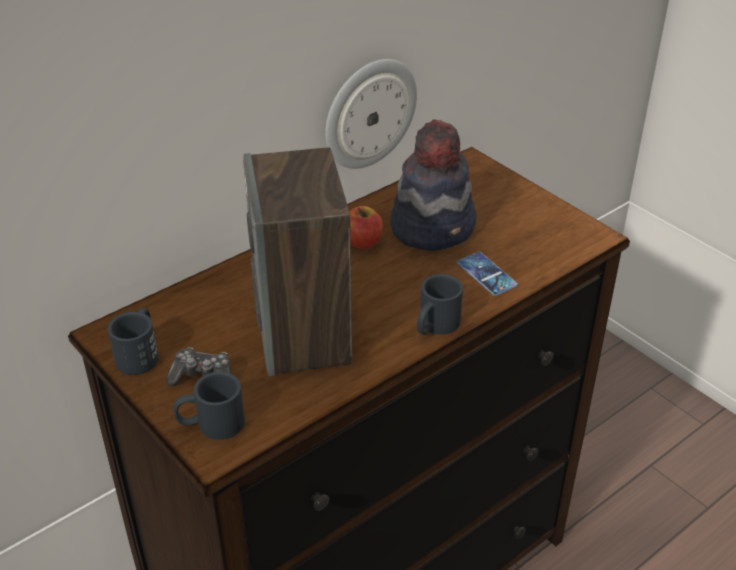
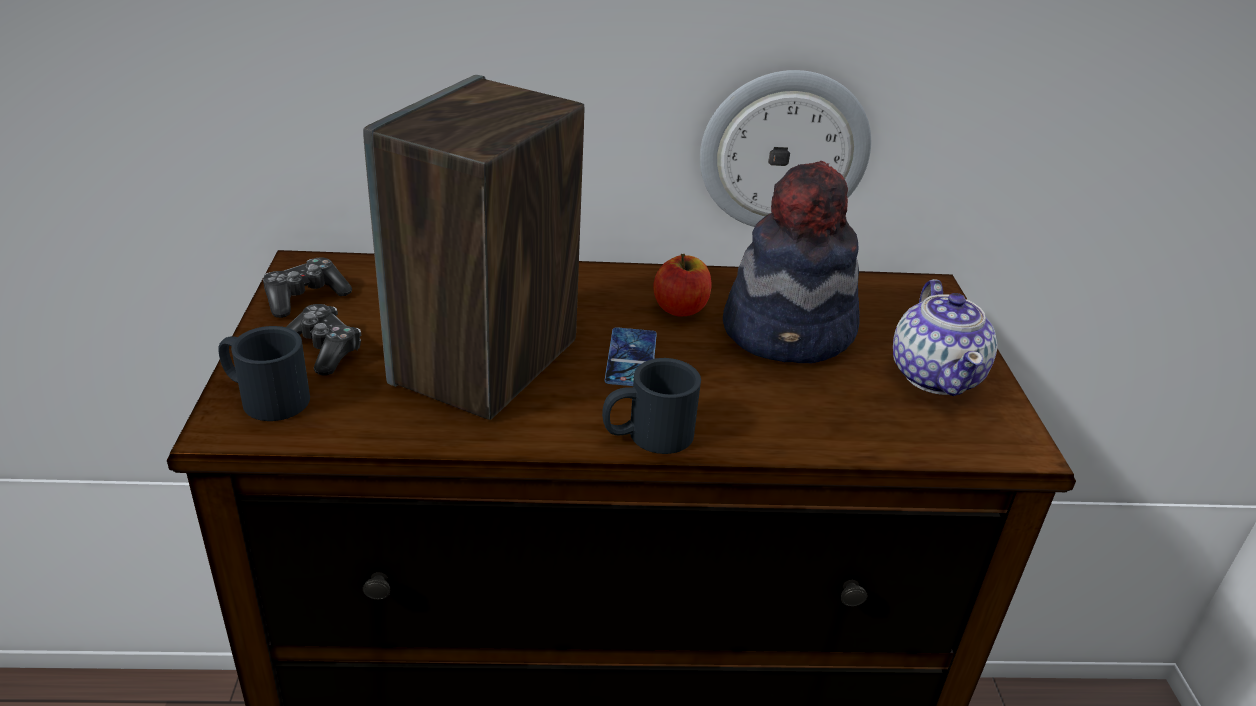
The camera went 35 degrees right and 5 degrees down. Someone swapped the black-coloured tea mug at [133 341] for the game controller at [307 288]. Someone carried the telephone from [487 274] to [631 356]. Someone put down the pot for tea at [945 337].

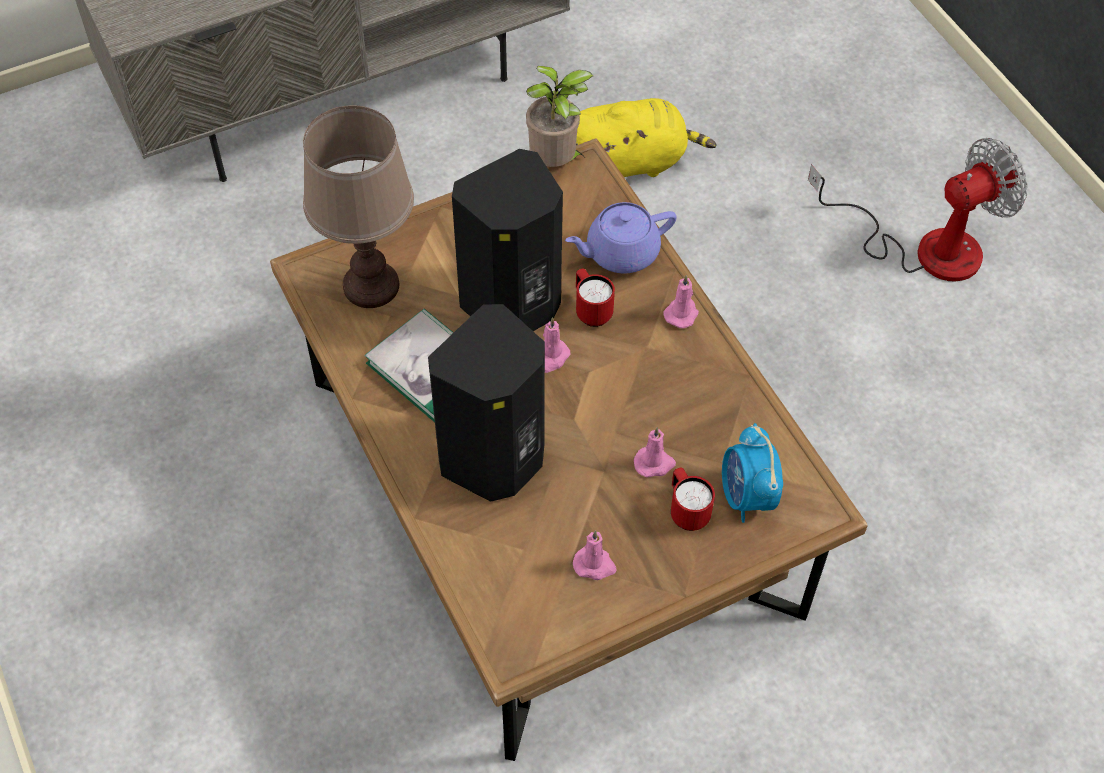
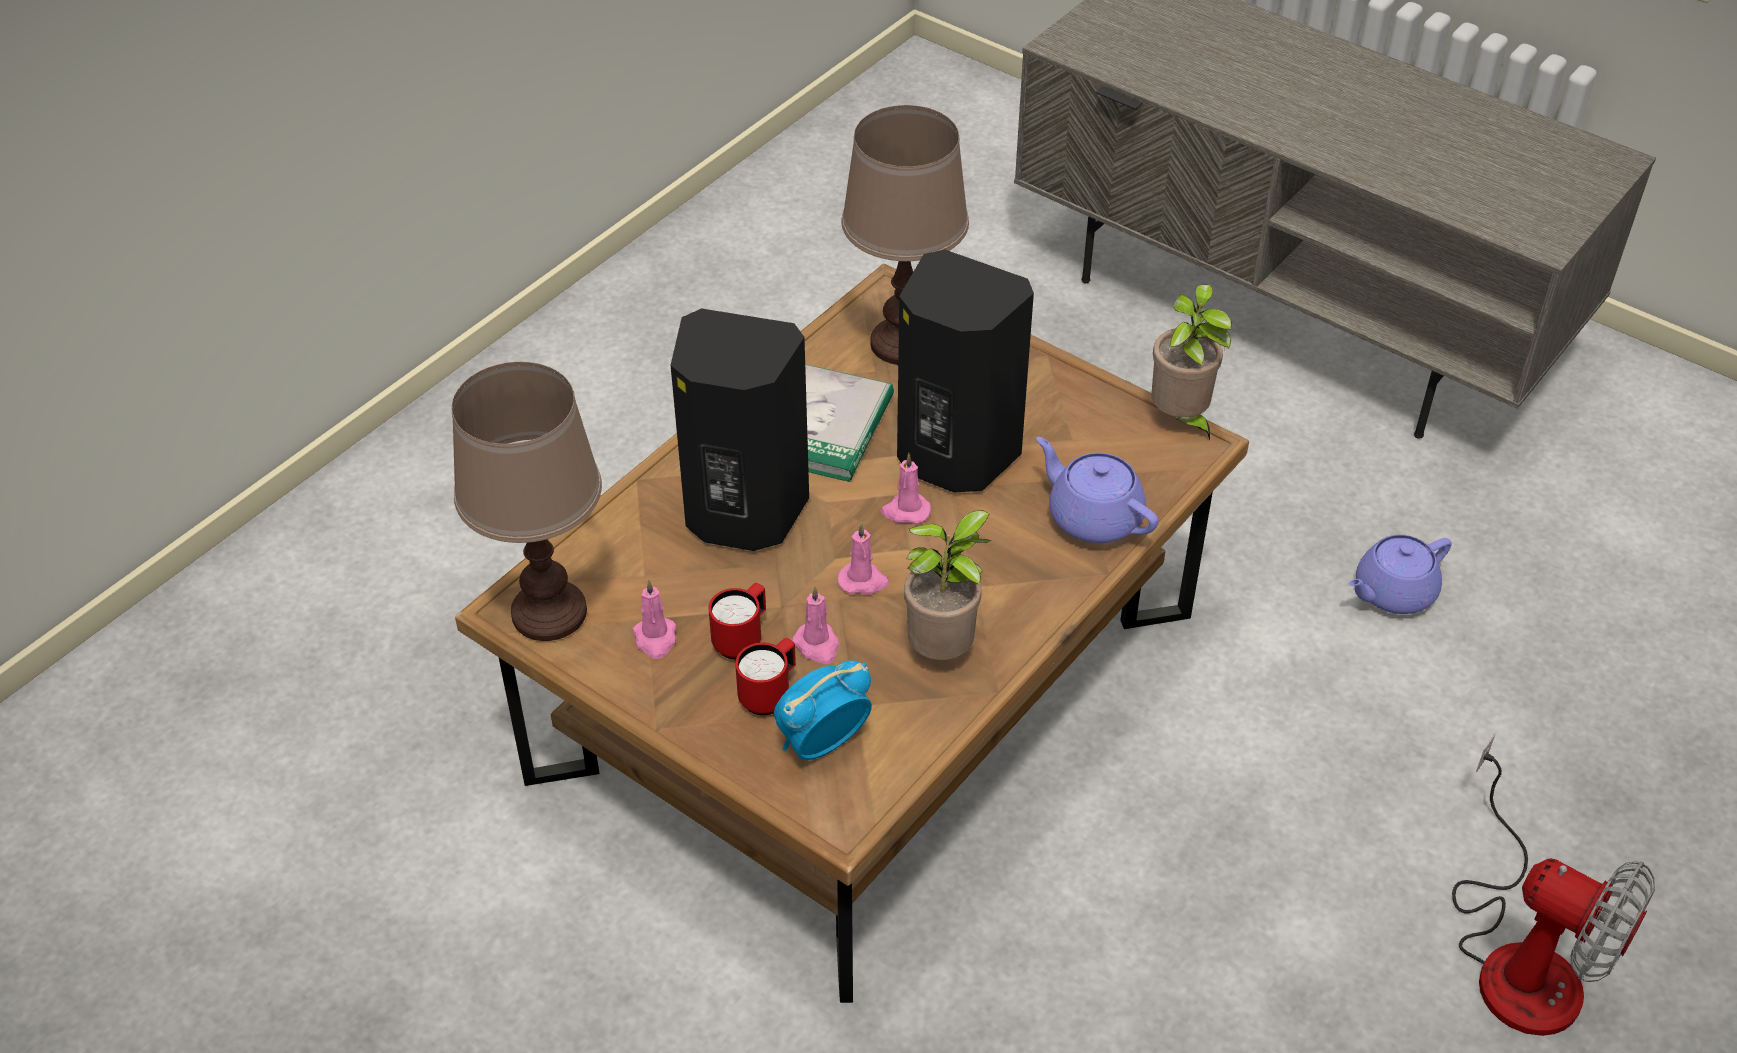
The camera went 65 degrees right and 10 degrees down. Someone swapped the yellow cuddly toy at [646 137] for the purple pot for tea at [1400 574]. Someone carried the red-coloured tea mug from [595 297] to [737 621]. Someone carried the pink candle from [681 301] to [864 559]. Someone put down the brown tabletop lamp at [527 501]. Someone put down the houseplant at [947 585].

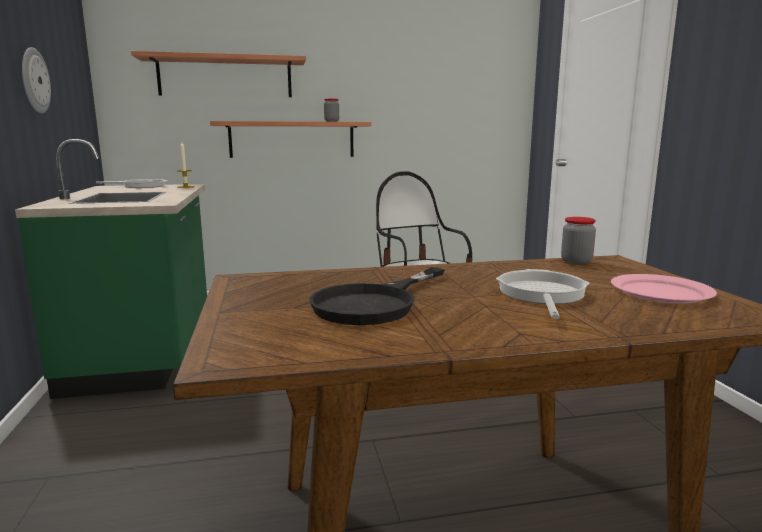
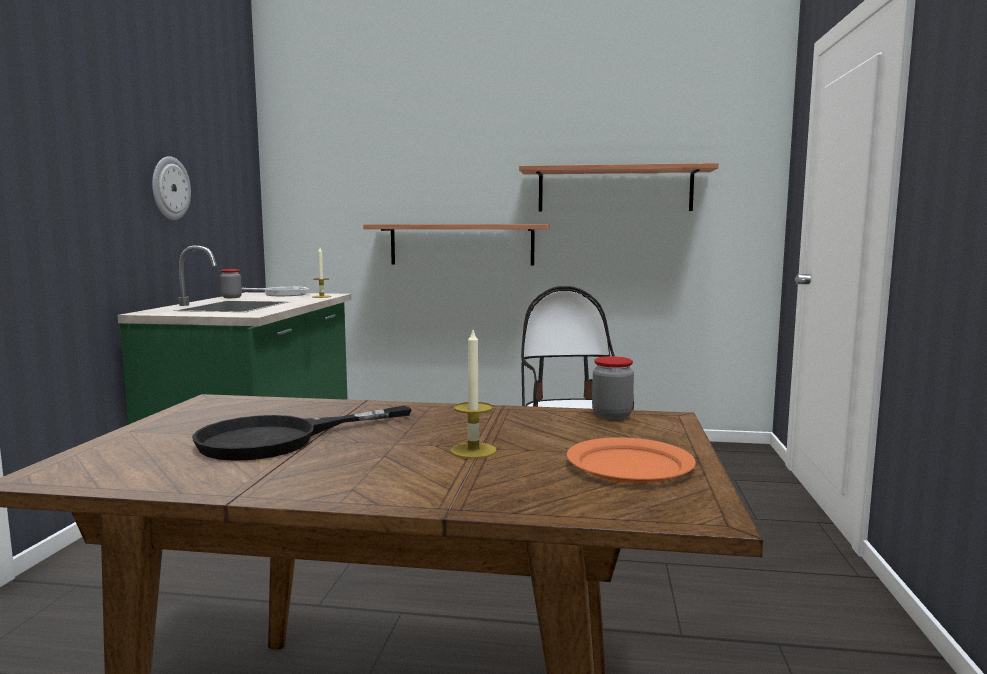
The camera went 20 degrees right and 5 degrees down. Someone carried the shelf from [218 74] to [619 187]. Someone carried the jar from [331 110] to [231 283]. Someone swapped the pan at [542 294] for the candle at [474 394]. Someone repainted the pink flat dish at [664 289], which became the orange flat dish at [631 460].

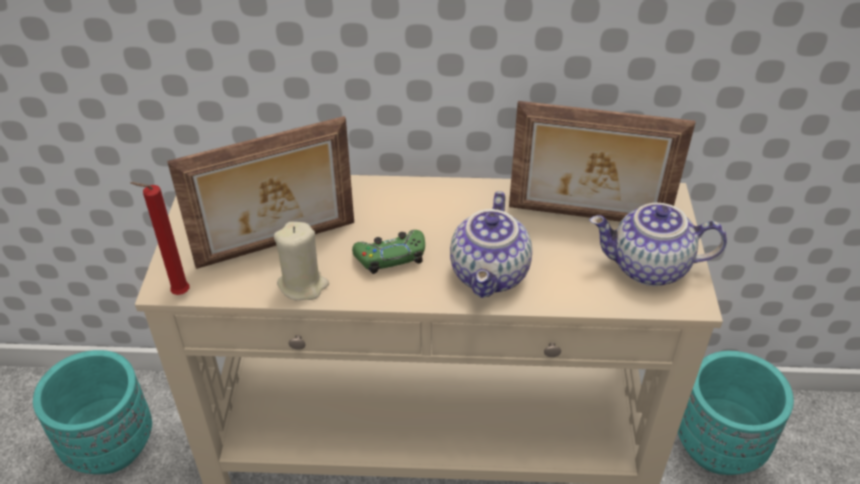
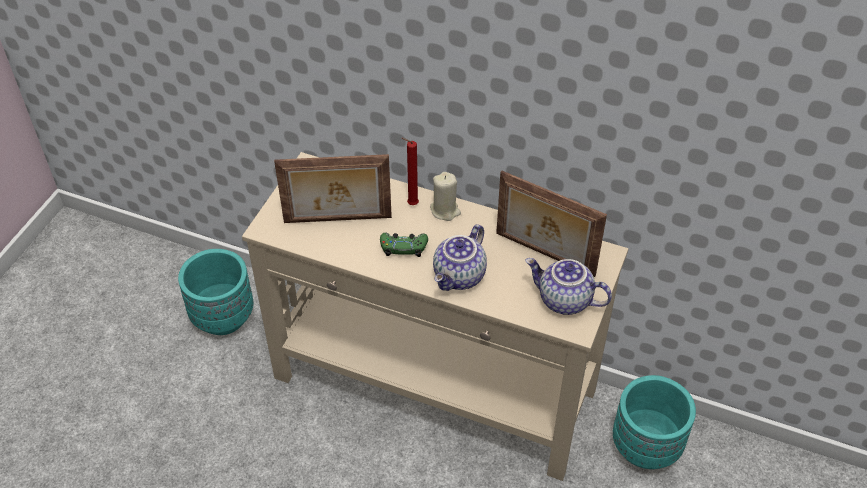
The camera went 20 degrees right and 5 degrees up. Someone carried the red-coloured candle from [159 238] to [410 171]. Someone carried the beige-coloured candle from [301 261] to [445 196].

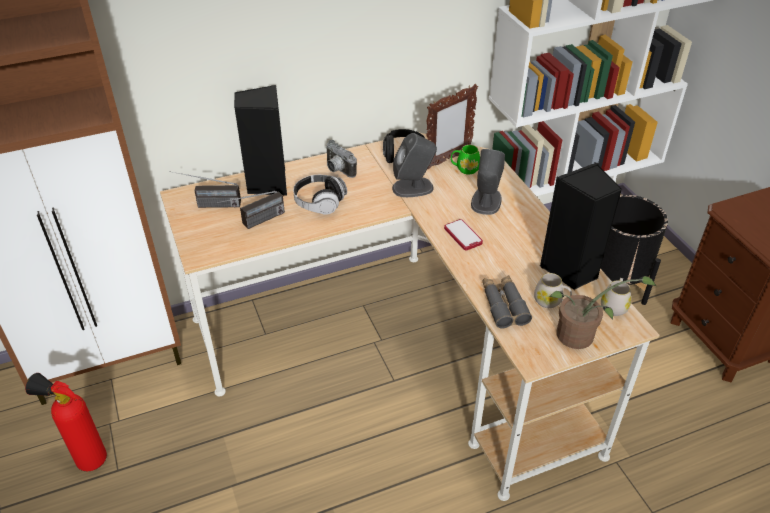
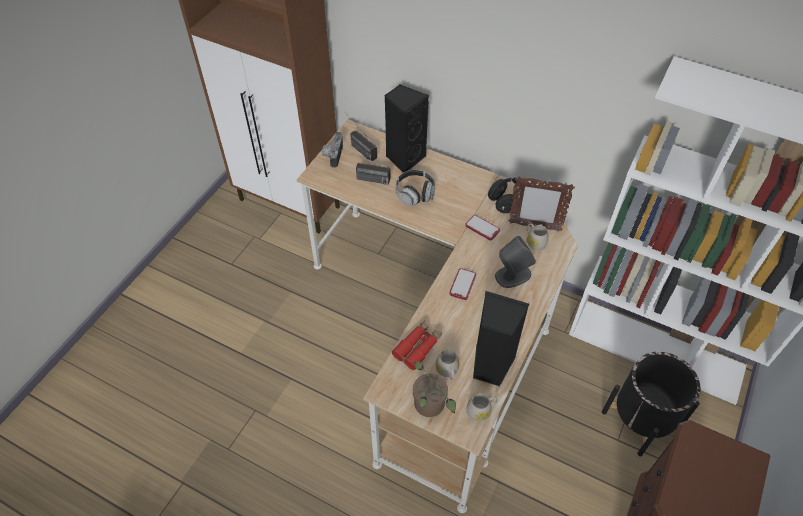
The camera went 50 degrees right and 10 degrees up. Someone took away the fire-fighting cylinder at [66 422]. Someone carried the photo camera from [341 159] to [332 150]. Someone swapped the gray audio speaker at [414 165] for the telephone at [482 228]. Someone repainted the green tea mug at [465 160], which became the white tea mug at [538 236]. Someone repainted the gray binoculars at [507 302], which became the red-coloured binoculars at [417 345].

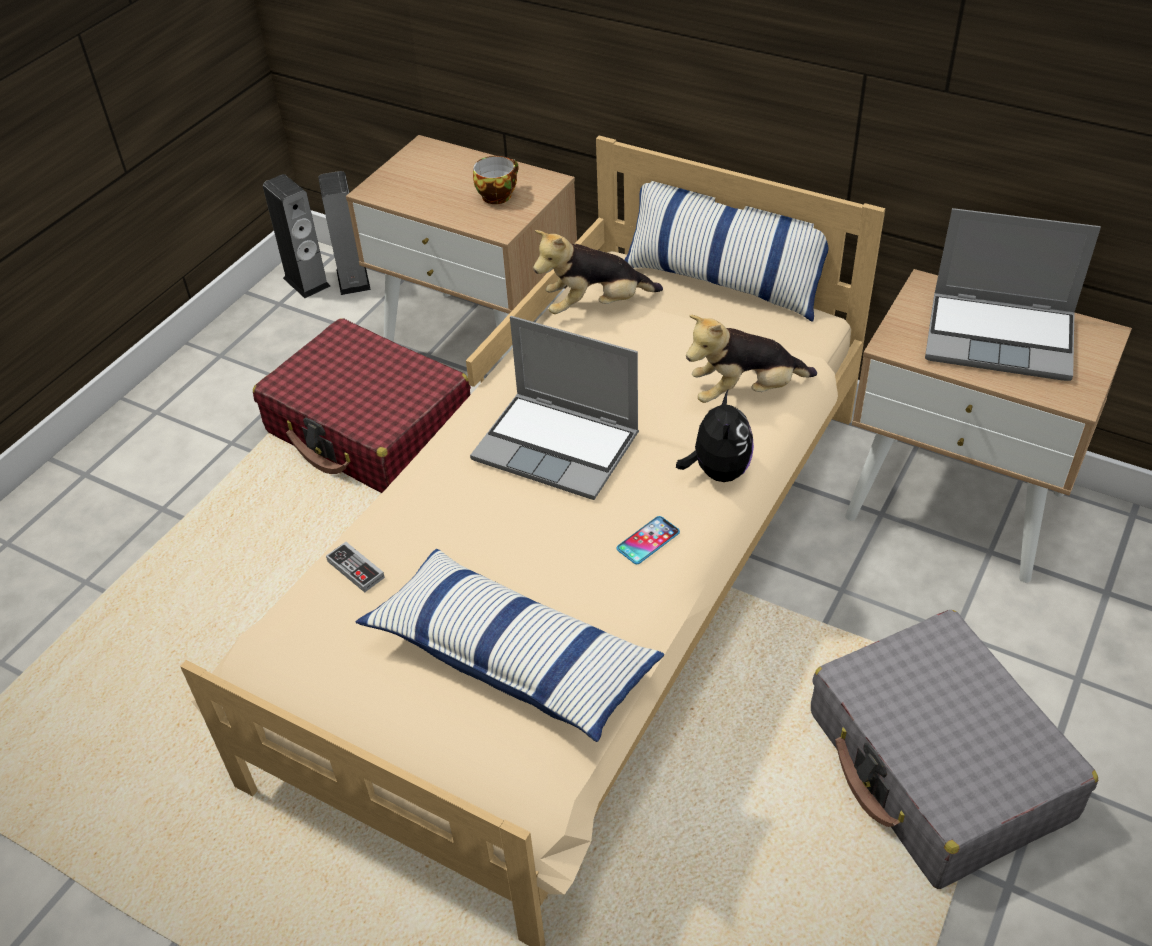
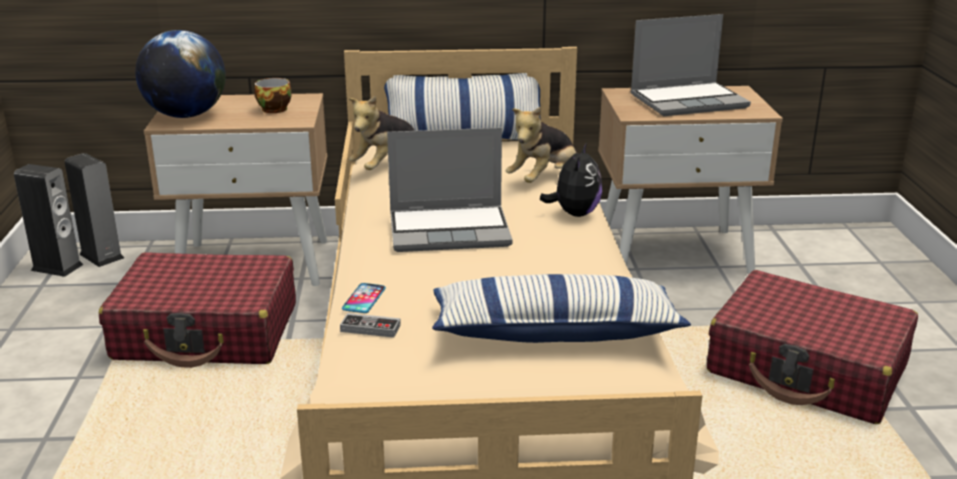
The camera went 35 degrees left and 20 degrees down. Someone carried the telephone from [648 540] to [364 298]. Someone rotated the cuddly toy at [715 436] by 45 degrees clockwise. Someone repainted the gray piece of luggage at [954 749], which became the red-coloured piece of luggage at [812 347]. Someone put down the globe at [180 74].

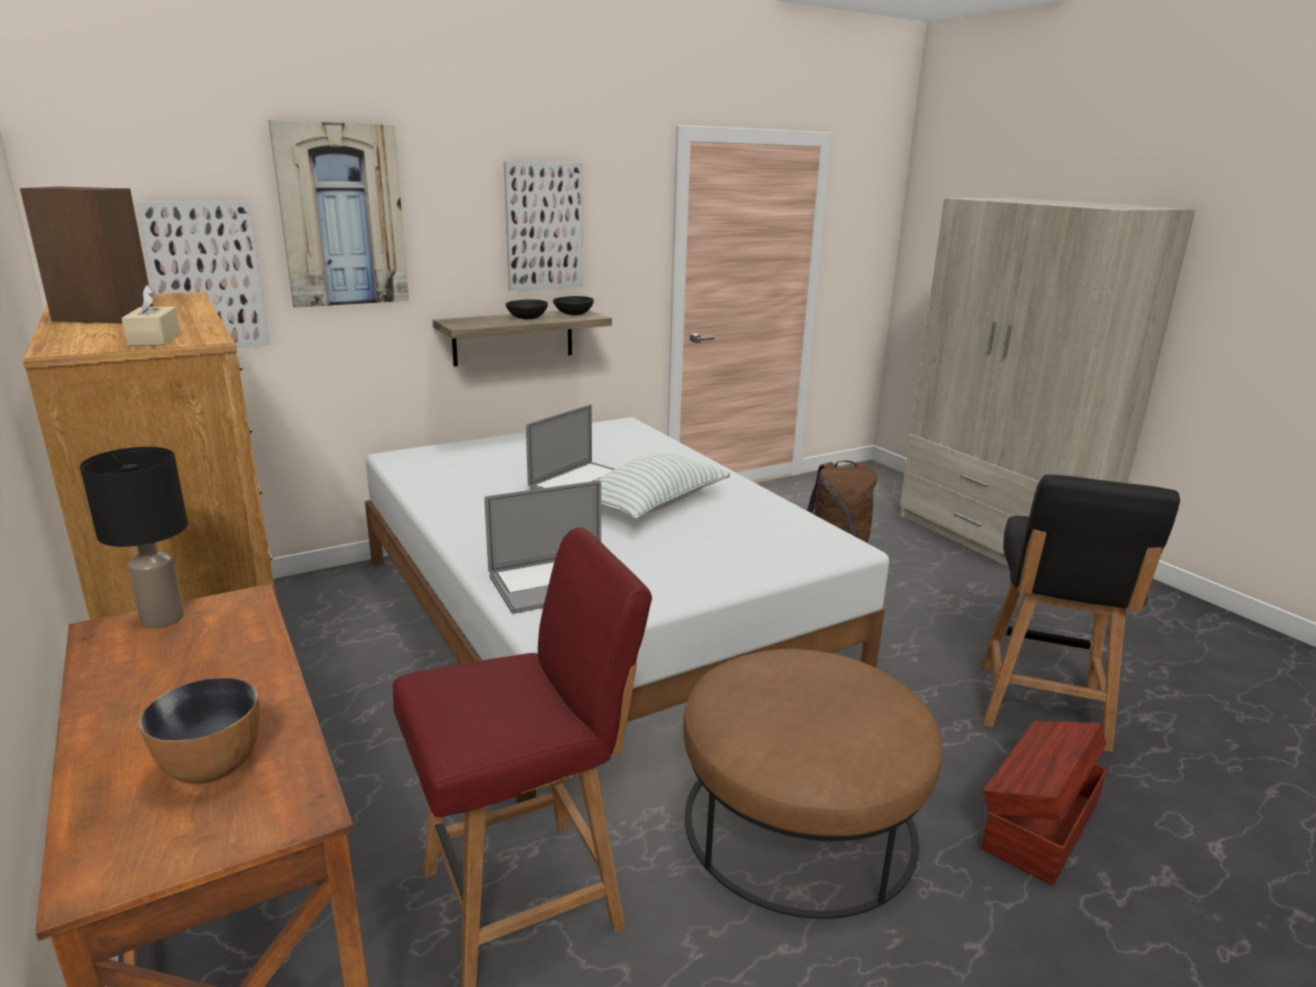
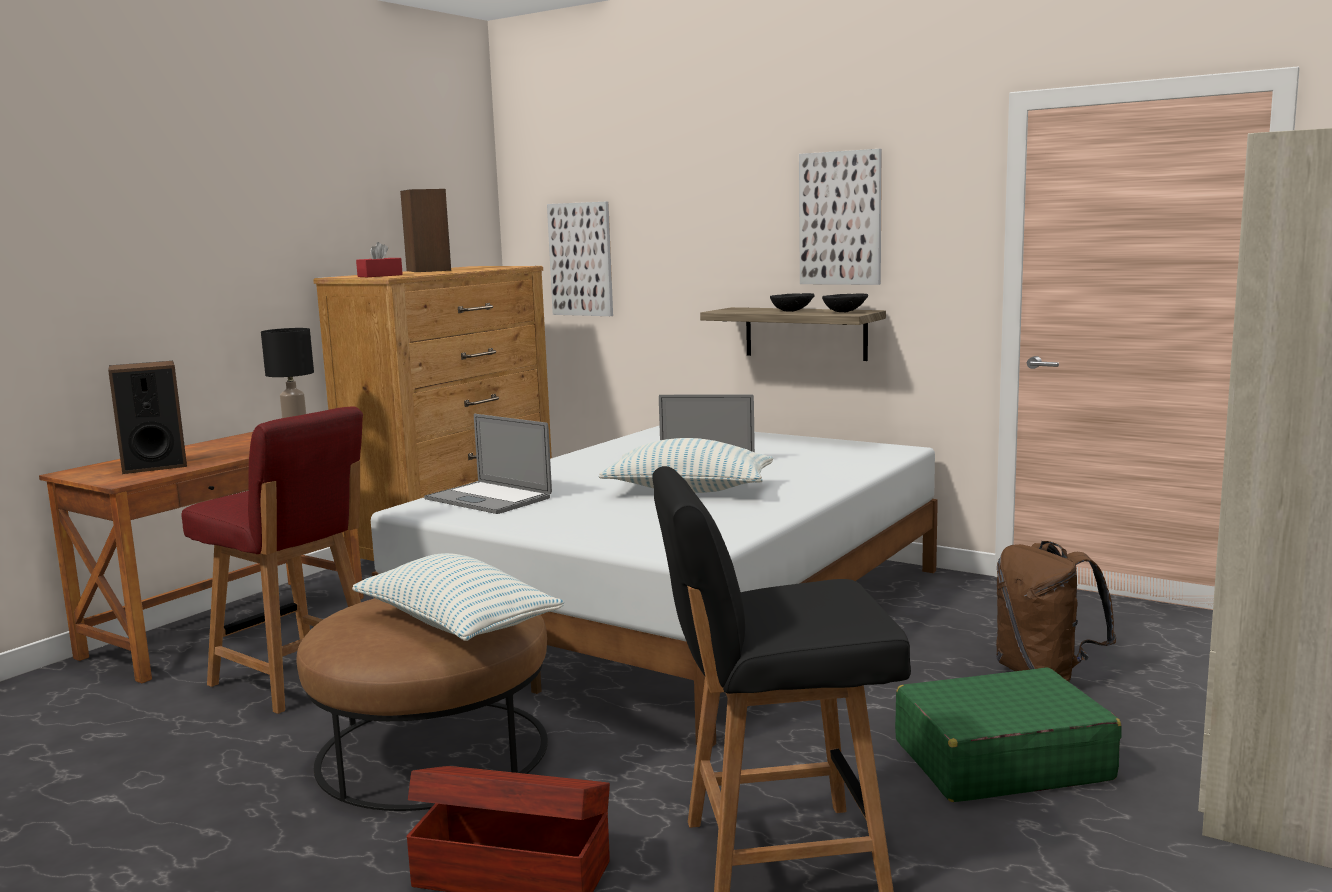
The camera went 65 degrees right and 10 degrees down. Someone repainted the beige-coloured box of tissues at [150 315], which became the red-coloured box of tissues at [379 259]. Someone swapped the bowl at [199 730] for the audio speaker at [147 417]. Someone took away the picture at [338 214]. Someone put down the throw pillow at [458 597]. Someone put down the green piece of luggage at [1008 734].

